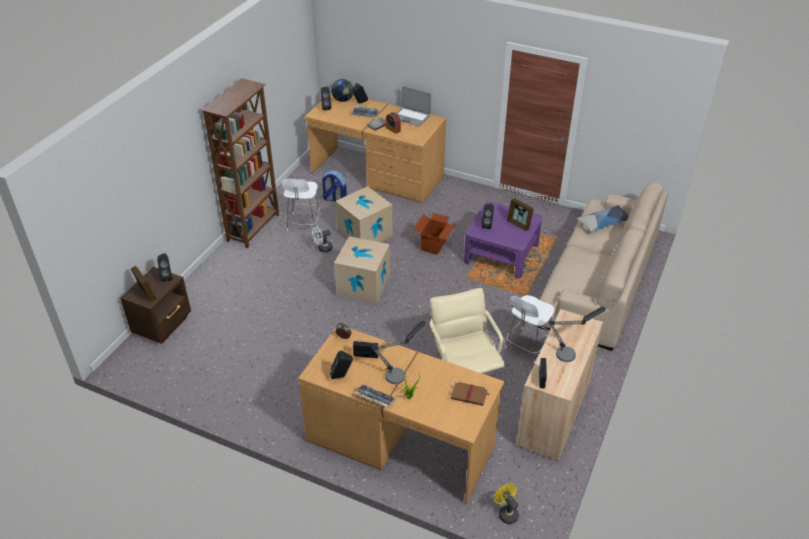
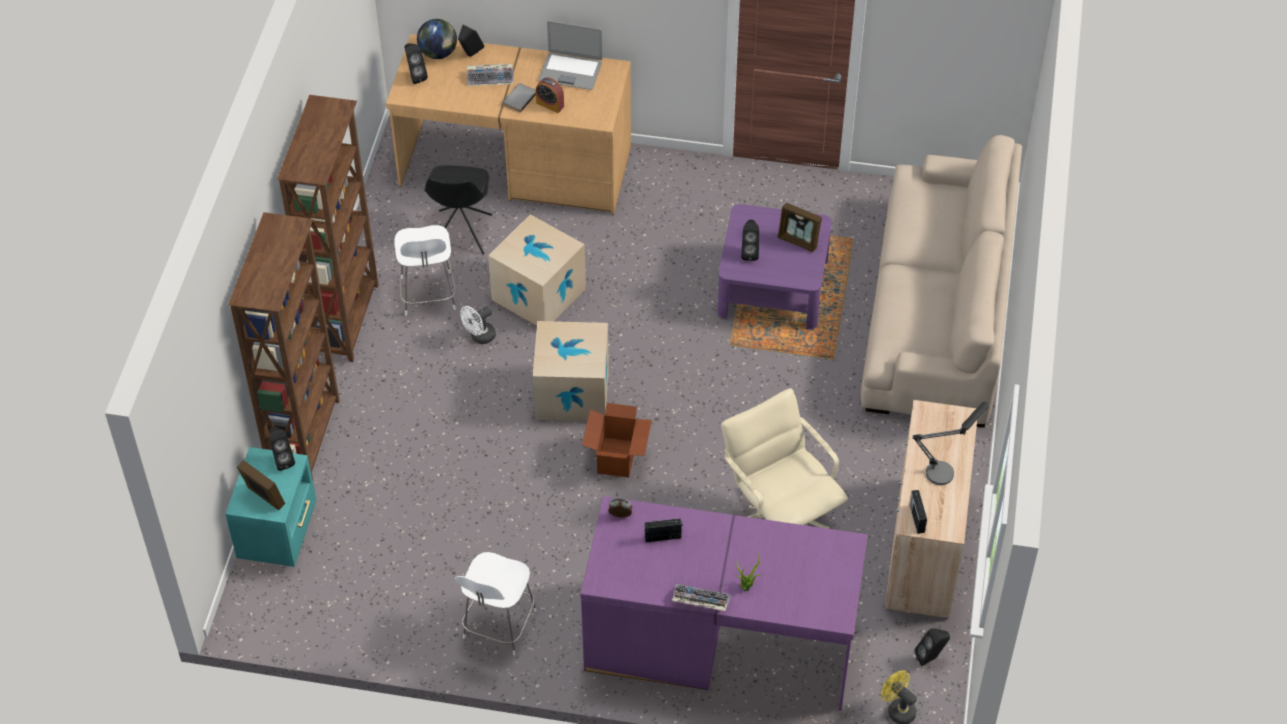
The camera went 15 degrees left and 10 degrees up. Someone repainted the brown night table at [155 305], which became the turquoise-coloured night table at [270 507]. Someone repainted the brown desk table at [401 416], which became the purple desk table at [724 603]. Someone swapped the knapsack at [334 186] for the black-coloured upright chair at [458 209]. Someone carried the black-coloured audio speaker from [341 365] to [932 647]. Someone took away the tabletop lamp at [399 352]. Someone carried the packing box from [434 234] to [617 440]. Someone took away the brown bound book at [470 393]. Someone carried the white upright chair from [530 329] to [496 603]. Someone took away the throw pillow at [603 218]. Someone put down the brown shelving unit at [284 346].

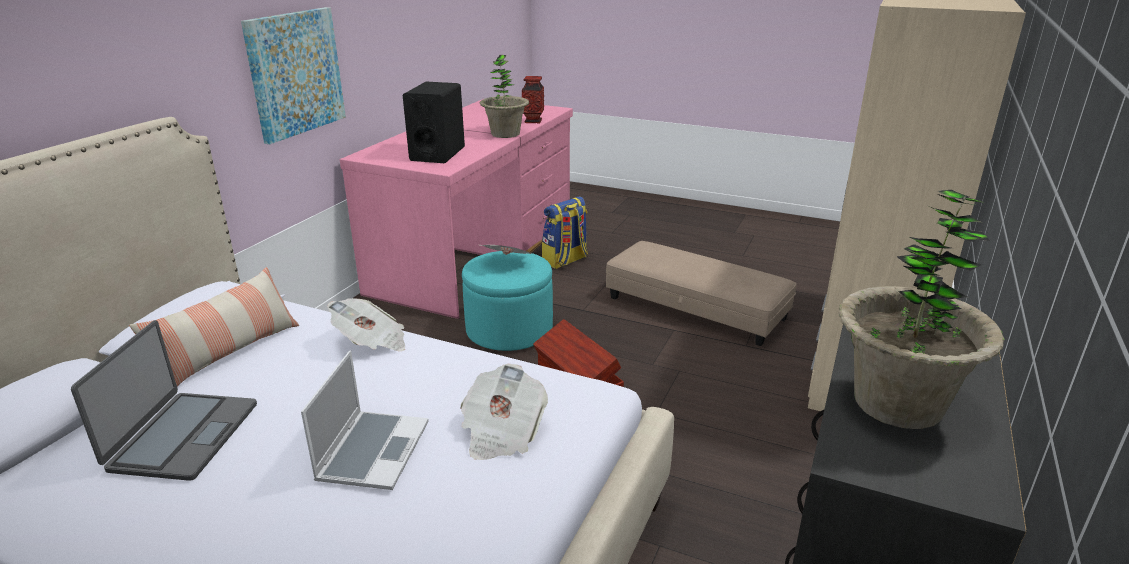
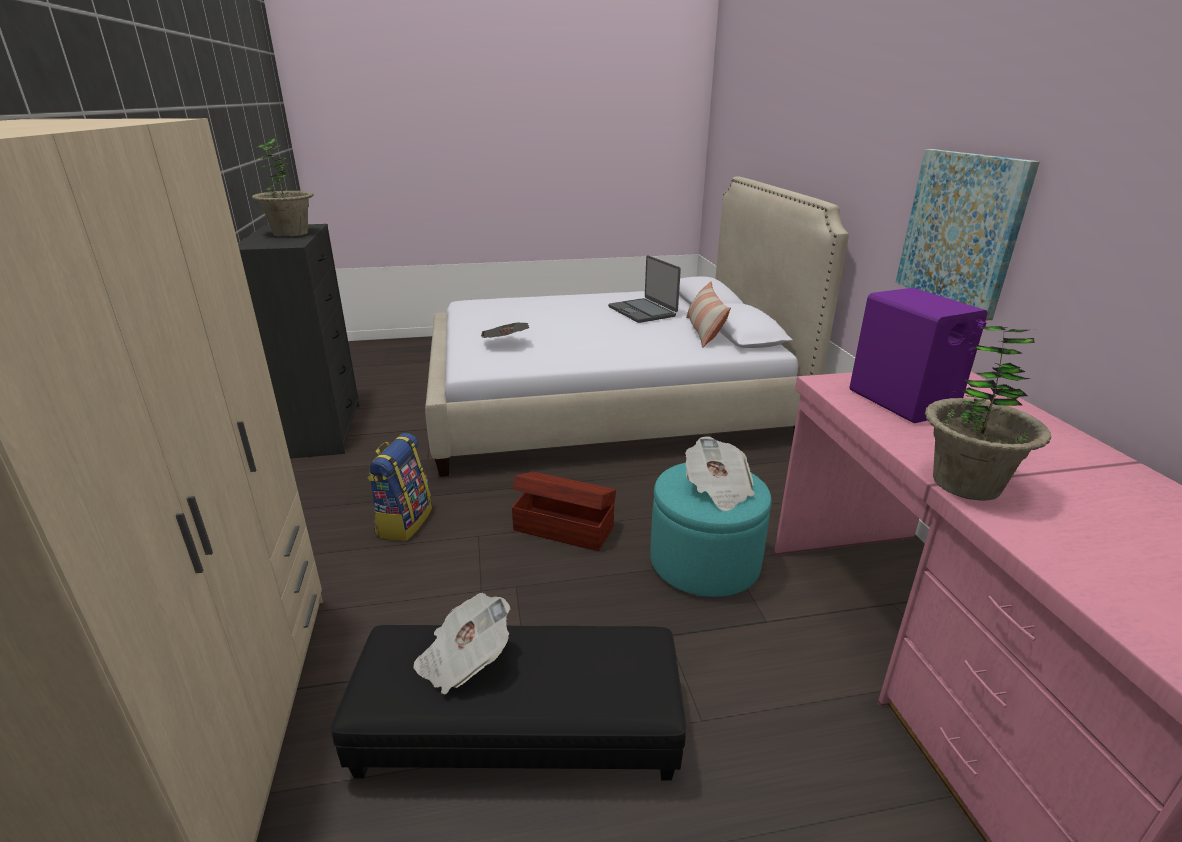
The camera went 145 degrees right and 0 degrees up. Someone took away the portable computer at [365 420]. Someone carried the daily paper from [366 324] to [462 644]. Someone repainted the black-coloured audio speaker at [434 122], which became the purple audio speaker at [918 355]. Someone took away the decorative vase at [533 100]. Someone carried the knapsack from [565 232] to [399 487]. Someone repainted the beige-coloured pouffe at [701 293], which became the black-coloured pouffe at [508 703].

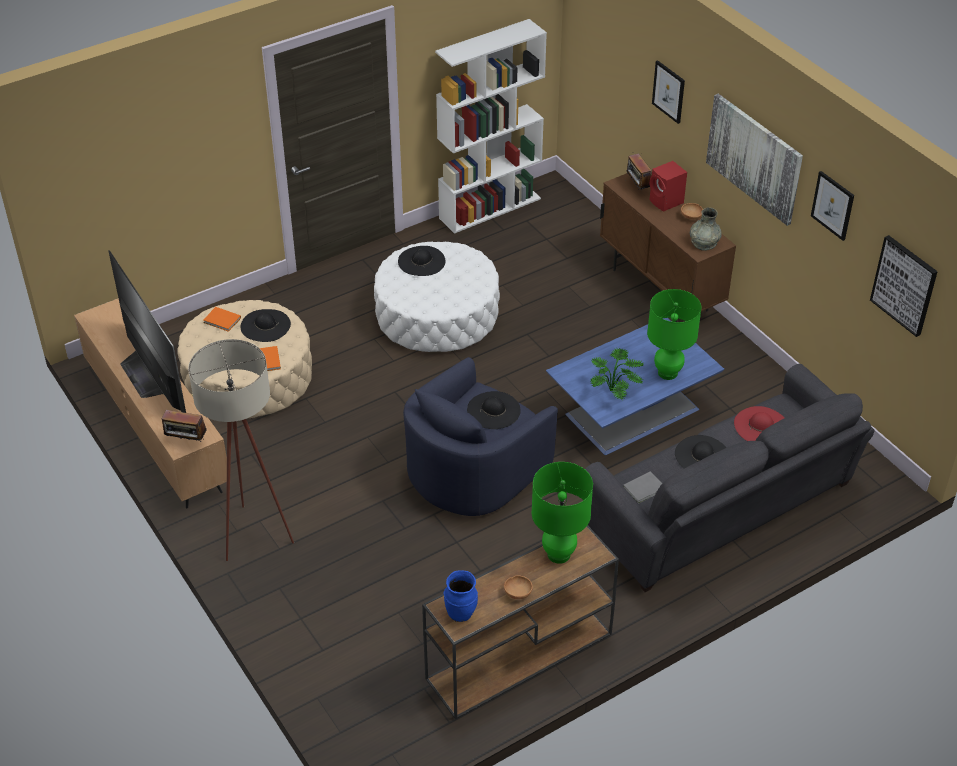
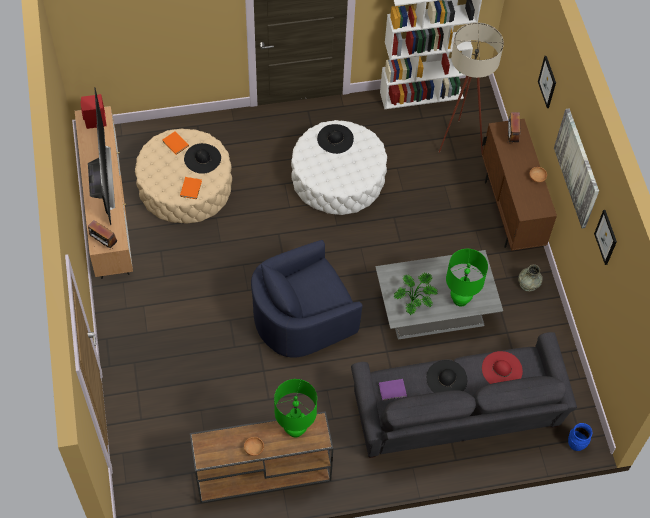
The camera went 20 degrees right and 15 degrees up. Someone carried the beige-coloured floor lamp from [241 450] to [471 87]. Someone carried the bluish decorative vase from [461 596] to [580 437]. Someone took away the black-coloured wearable hat at [494 410]. Someone repainted the bluish coffee table at [635 386], which became the gray coffee table at [439 294]. Someone repainted the gray bound book at [642 487], which became the purple bound book at [393 390]. Someone carried the red-coloured audio speaker from [668 186] to [94 111]. Someone carried the gray decorative vase from [706 229] to [530 278]. Someone took away the picture at [904 286].

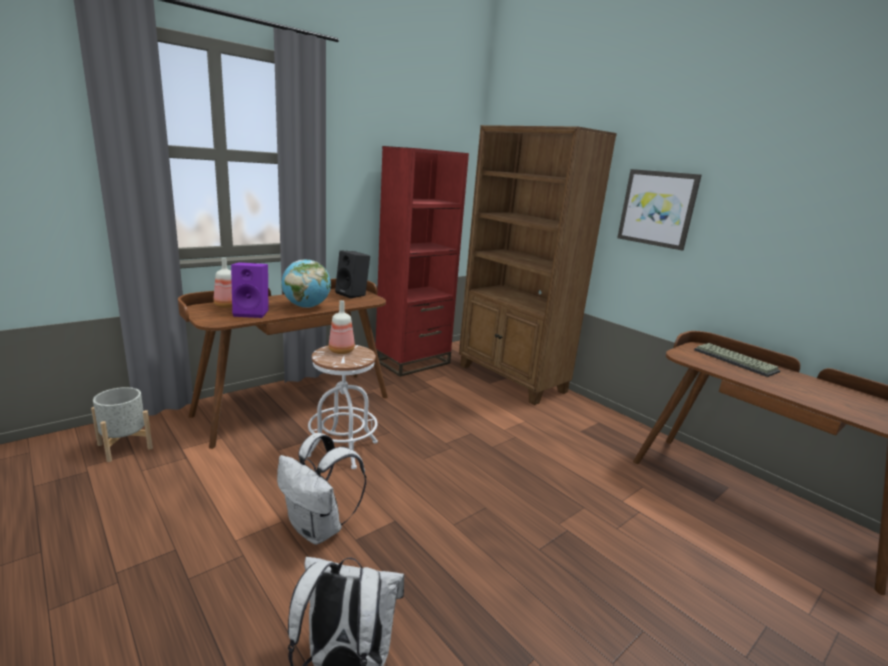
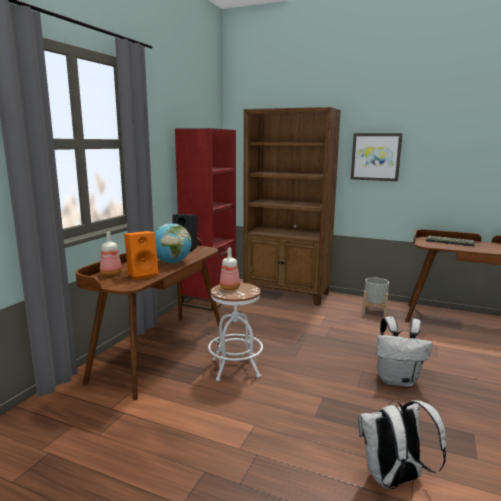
The camera went 25 degrees left and 5 degrees down. Someone carried the gray planter from [122 424] to [375 297]. Someone repainted the purple audio speaker at [249 290], which became the orange audio speaker at [141 255]. Someone carried the white knapsack from [321 489] to [404 351].

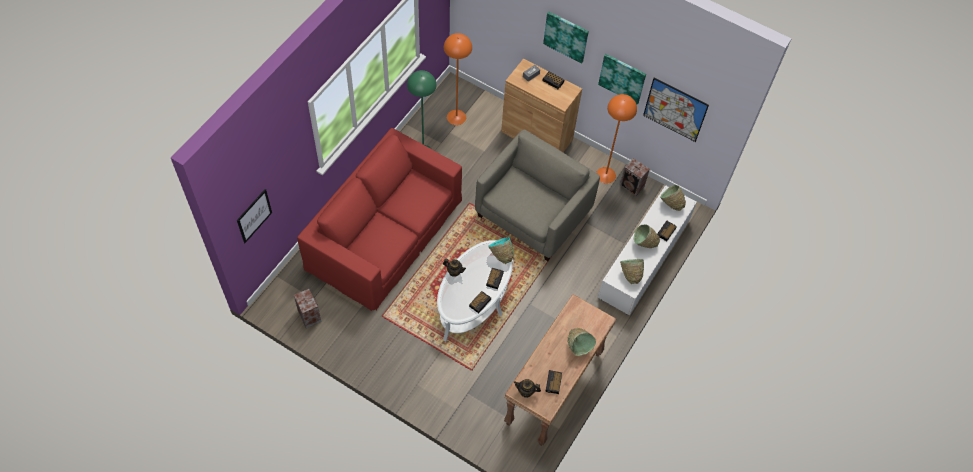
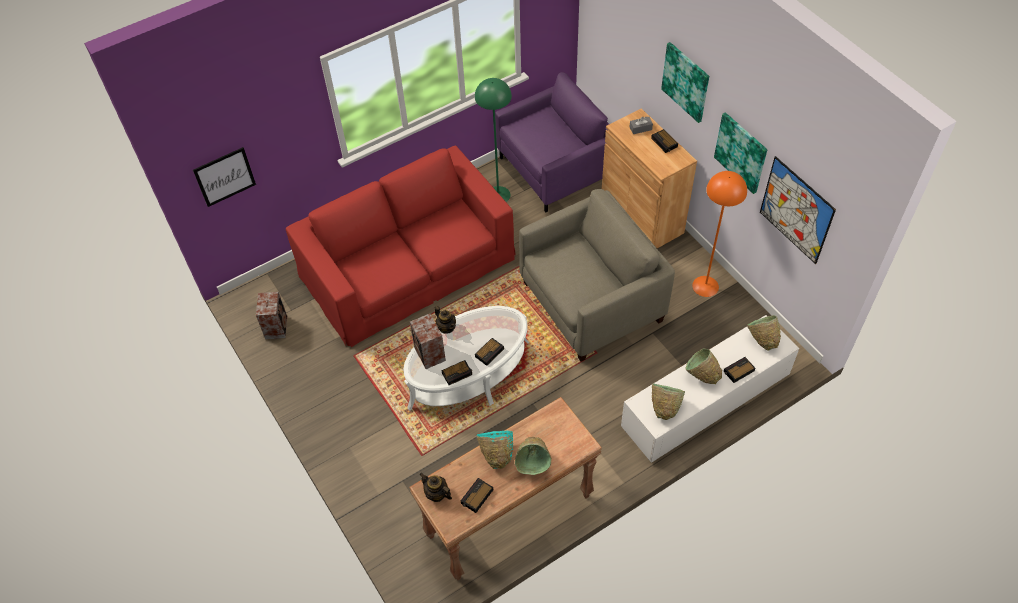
The camera went 30 degrees right and 5 degrees down. Someone swapped the orange floor lamp at [458 79] for the purple armchair at [552 142]. Someone carried the turquoise-coloured bowl from [501 250] to [495 450]. Someone carried the audio speaker from [635 177] to [428 341].

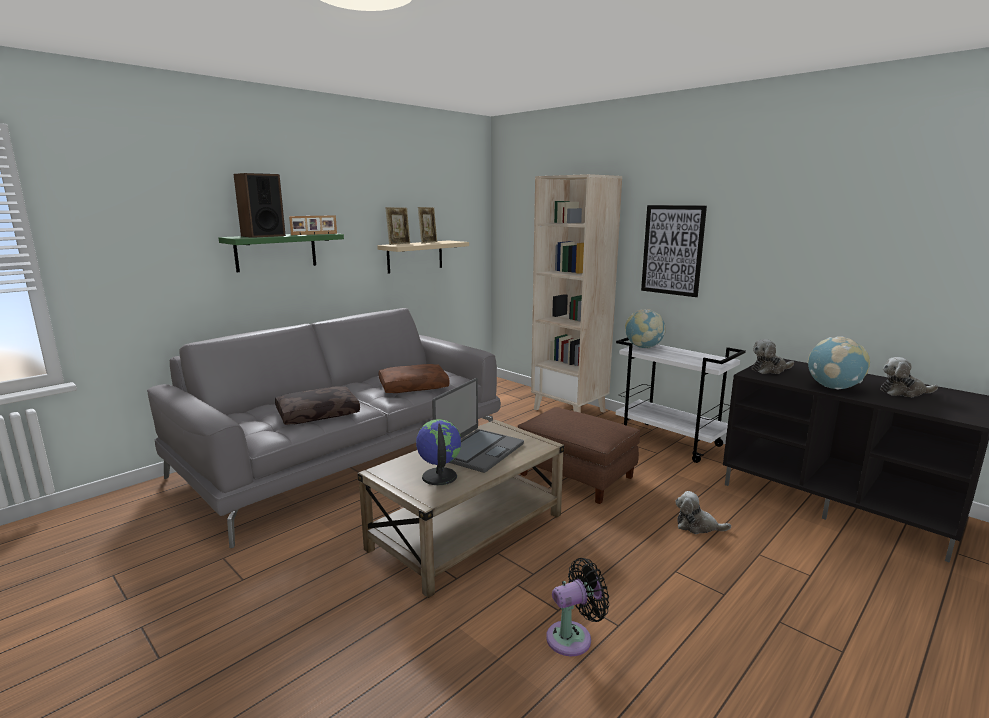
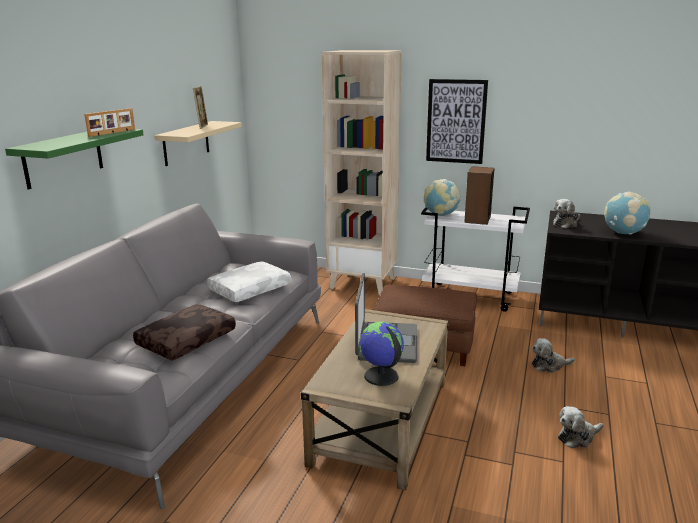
The camera went 25 degrees left and 5 degrees up. Someone carried the audio speaker from [259 205] to [479 195]. Someone repainted the brown throw pillow at [414 378], which became the white throw pillow at [249 281]. Someone took away the photo frame at [398 226]. Someone took away the black-coloured cooling fan at [577 607]. Someone carried the cuddly toy from [909 377] to [581 427].

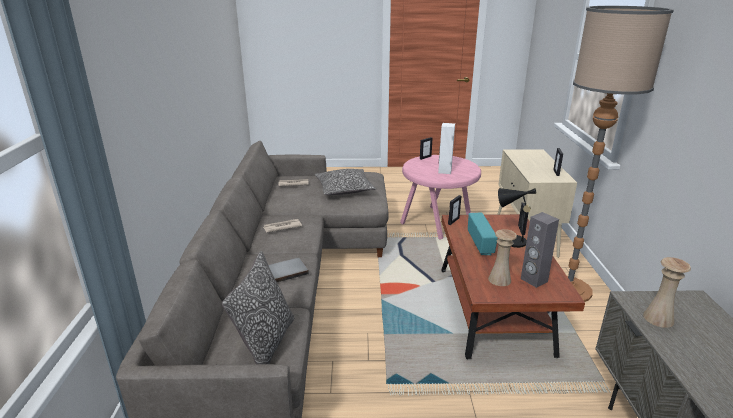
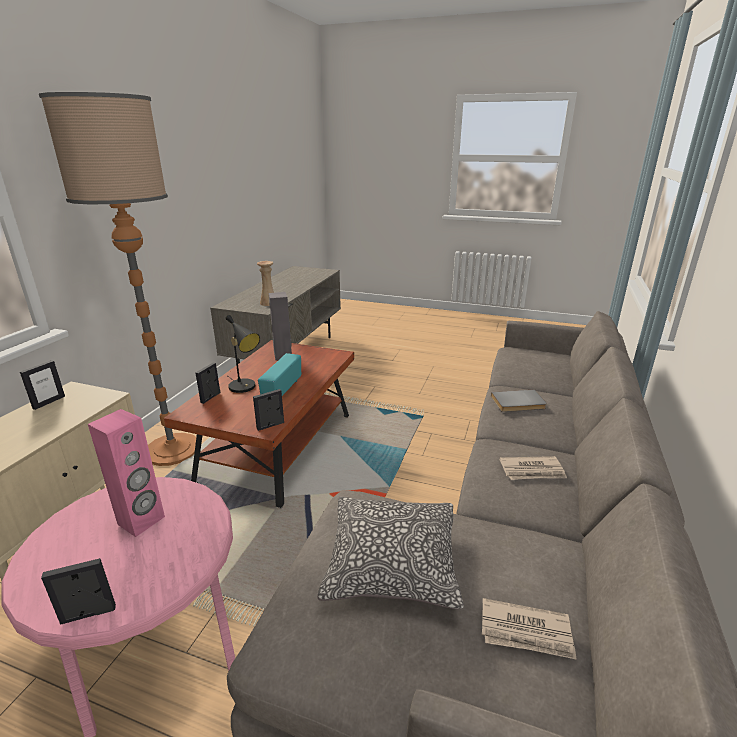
The camera went 160 degrees left and 0 degrees up. Someone took away the throw pillow at [258 307]. Someone repainted the white audio speaker at [446 148], which became the pink audio speaker at [126 473]. Someone took away the beige-coloured decorative vase at [502 257].

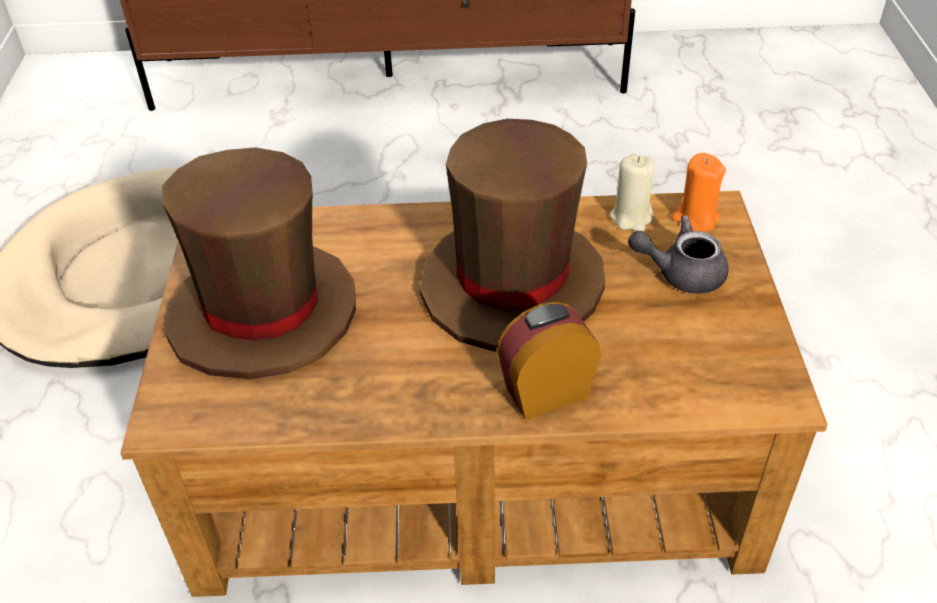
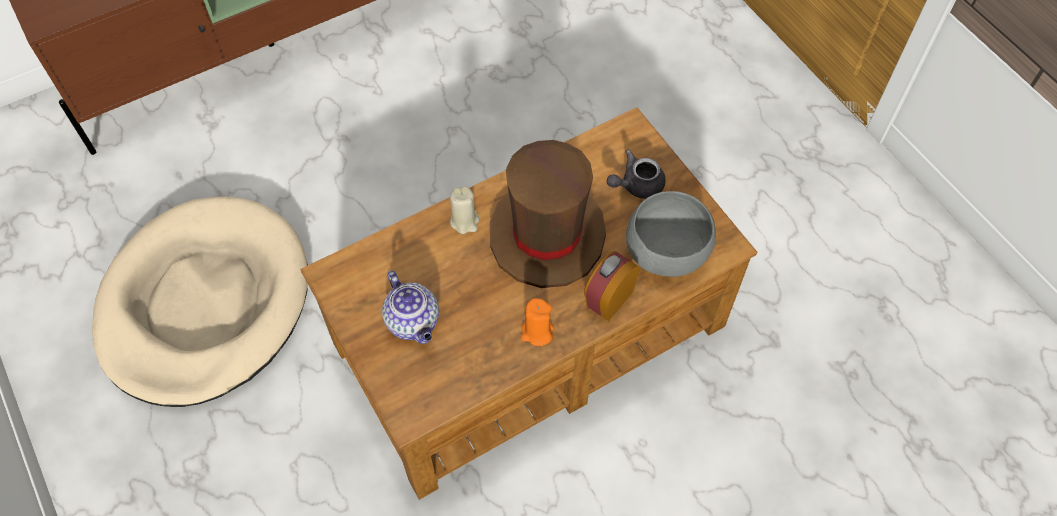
The camera went 30 degrees left and 15 degrees up. Someone swapped the brown wearable hat at [259 263] for the pot for tea at [410 307]. Someone carried the beige-coloured candle from [632 193] to [464 210]. Someone carried the orange candle from [698 192] to [537 322]. Someone put down the gray bowl at [671 234].

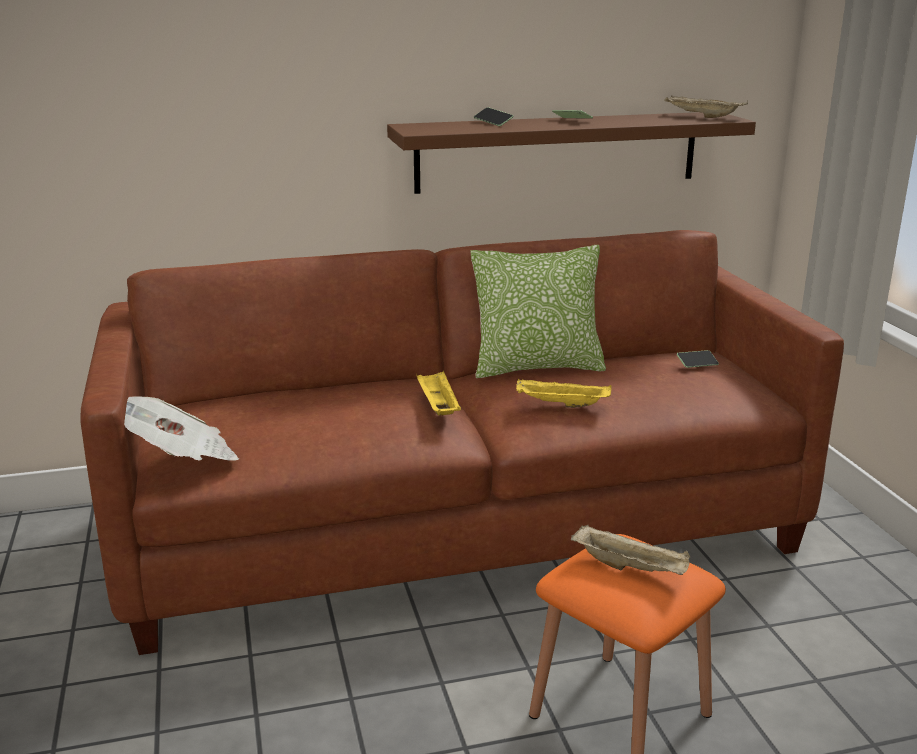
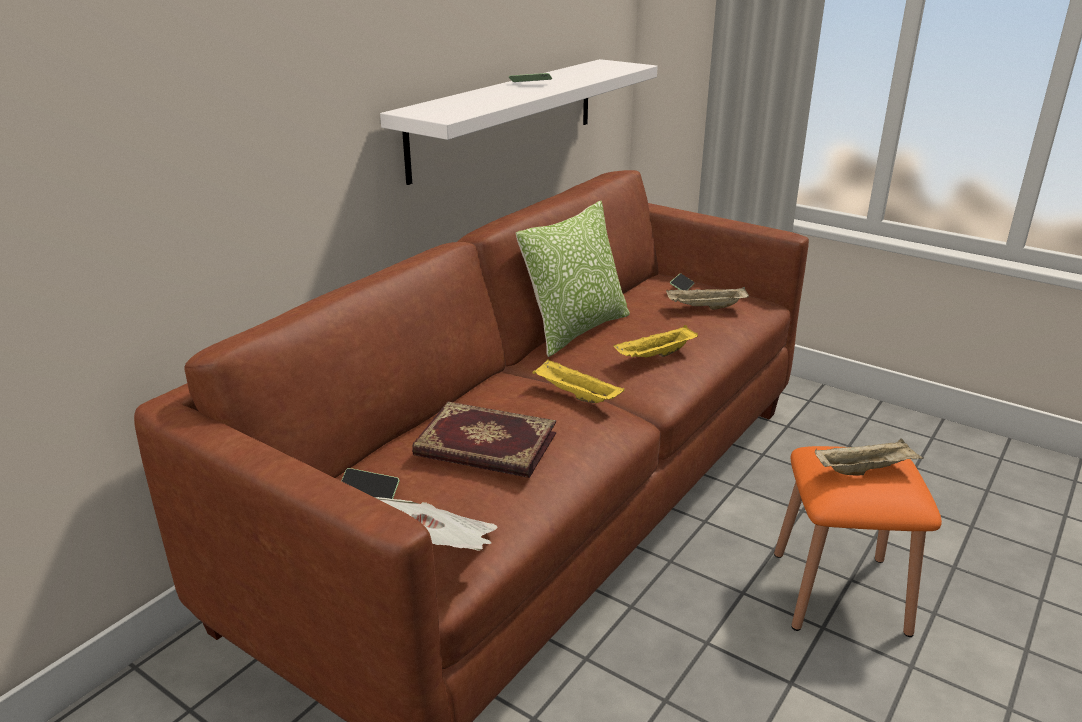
The camera went 40 degrees left and 5 degrees up. Someone repainted the brown shelf at [571 153], which became the white shelf at [519 122]. Someone carried the telephone from [494 116] to [370 483]. Someone carried the beige-coloured tray from [706 107] to [707 298]. Someone put down the bound book at [484 440].

